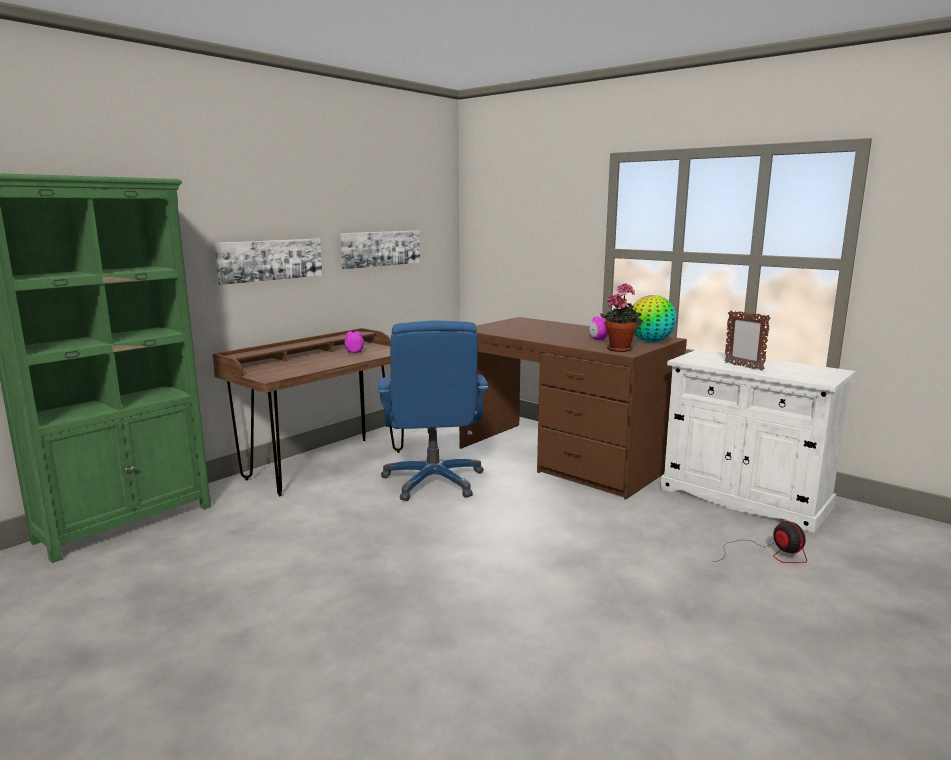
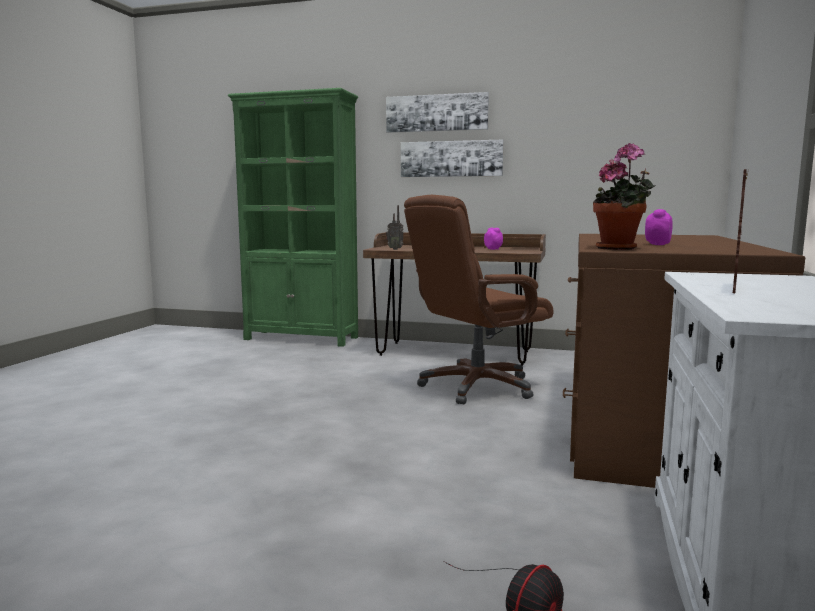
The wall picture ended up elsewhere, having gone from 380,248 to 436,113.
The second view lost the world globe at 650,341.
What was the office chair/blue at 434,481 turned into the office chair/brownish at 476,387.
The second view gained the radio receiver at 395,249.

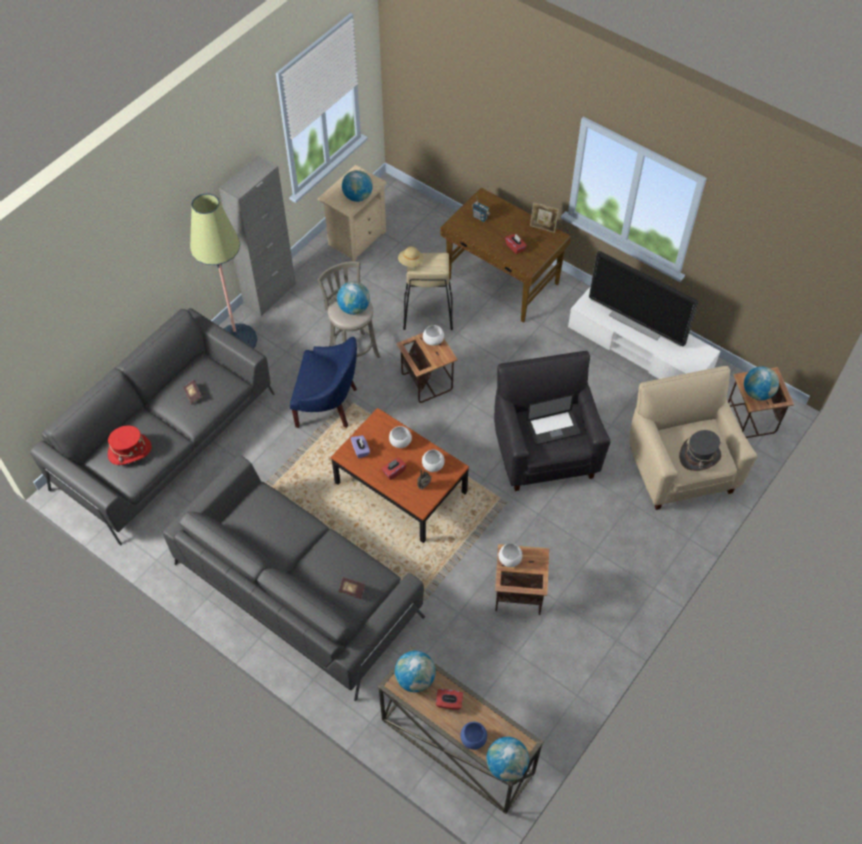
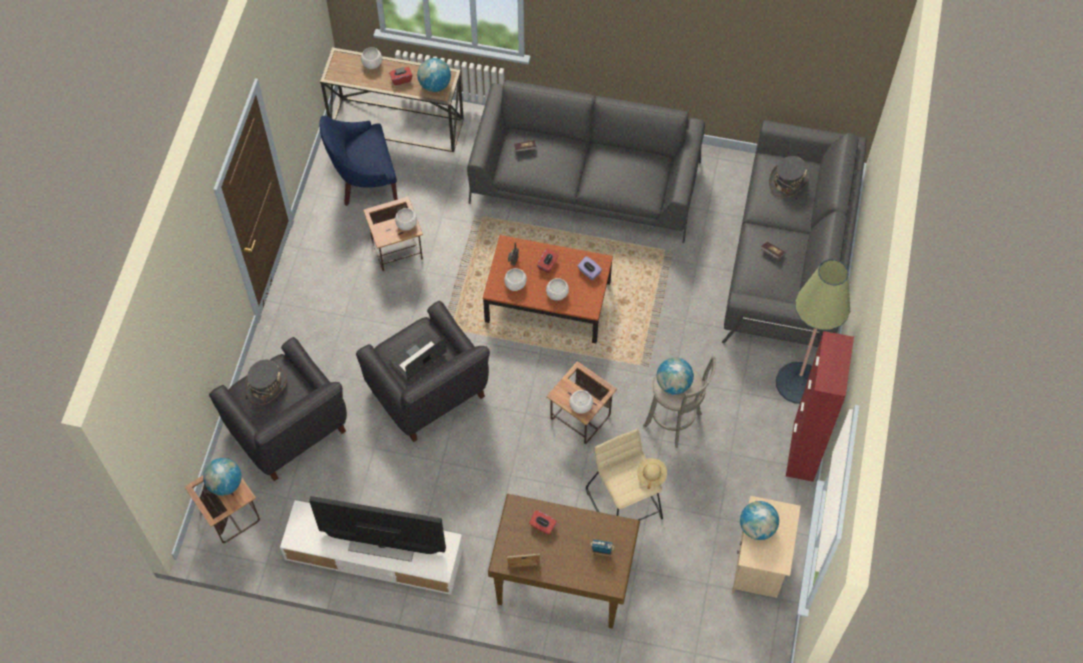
What was the cabinet/greyish at 270,294 turned into the cabinet/reddish at 803,451.
The easy chair/blue ended up elsewhere, having gone from 328,404 to 364,180.
What was the easy chair/beige at 680,467 turned into the easy chair/black-coloured at 288,430.
What was the hat/reddish at 129,451 turned into the hat/greyish at 787,181.
What was the serving bowl/blue at 473,739 turned into the serving bowl/white-coloured at 372,63.
The second view lost the world globe at 506,765.

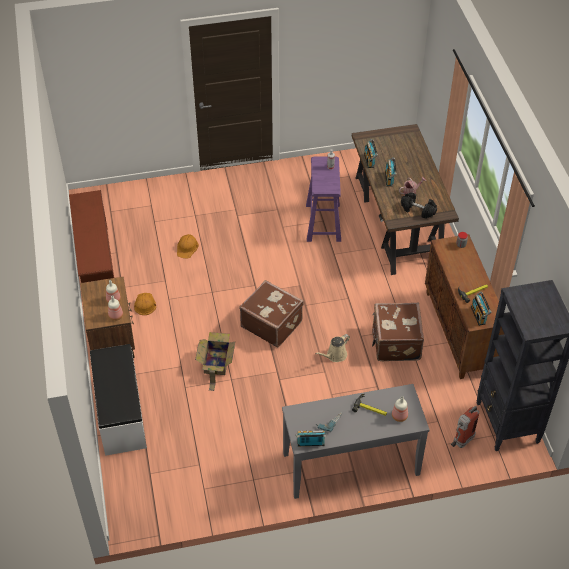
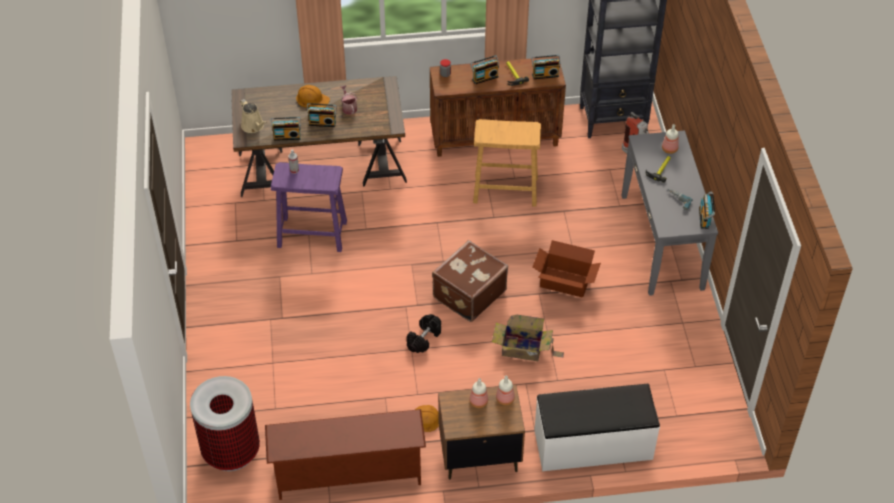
The free weight/black-coloured ended up elsewhere, having gone from 418,210 to 424,339.
The work helmet/orange ended up elsewhere, having gone from 187,247 to 312,99.
Where the travel case/brownish stood at 395,343, the stool seat/beige came to stand at 506,190.
The watering can/beige ended up elsewhere, having gone from 335,355 to 254,126.
The second view gained the radio receiver at 484,77.
The second view gained the packing box at 565,282.
The second view gained the waste bin at 231,451.

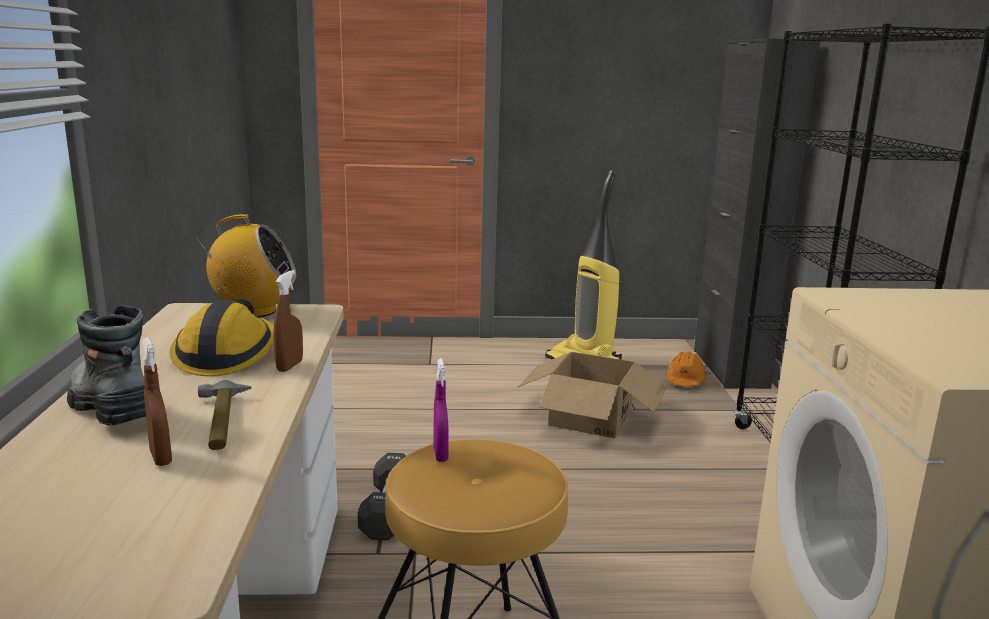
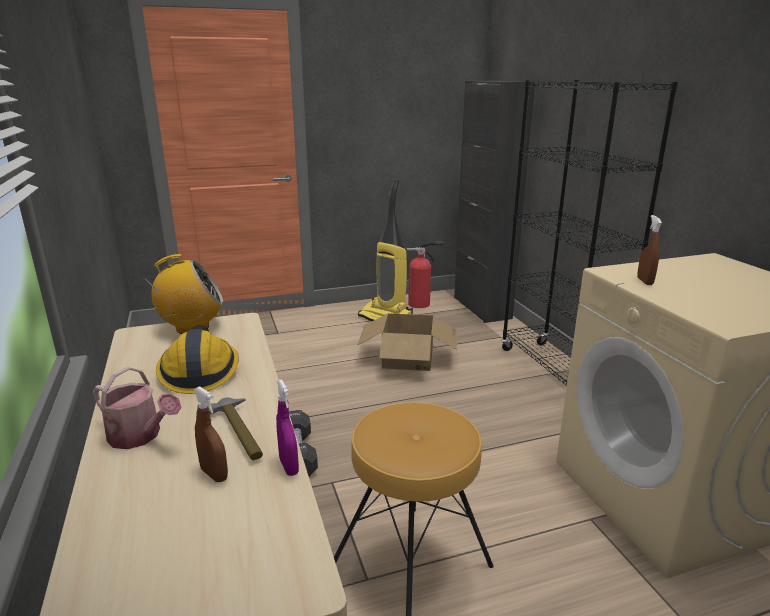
The hand sprayer/brownish ended up elsewhere, having gone from 289,366 to 644,281.
Where the boot stood at 111,408, the watering can came to stand at 140,436.
The second view lost the work helmet/orange at 685,381.
The hand sprayer/purple-coloured ended up elsewhere, having gone from 440,454 to 289,466.
The second view gained the extinguisher at 421,304.

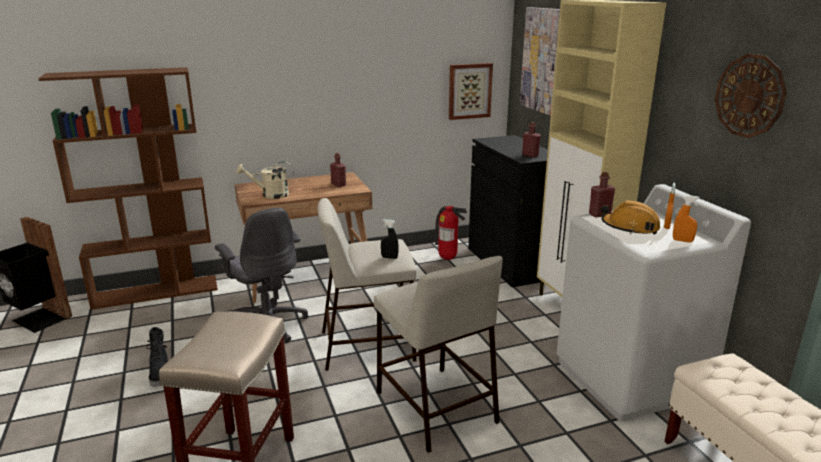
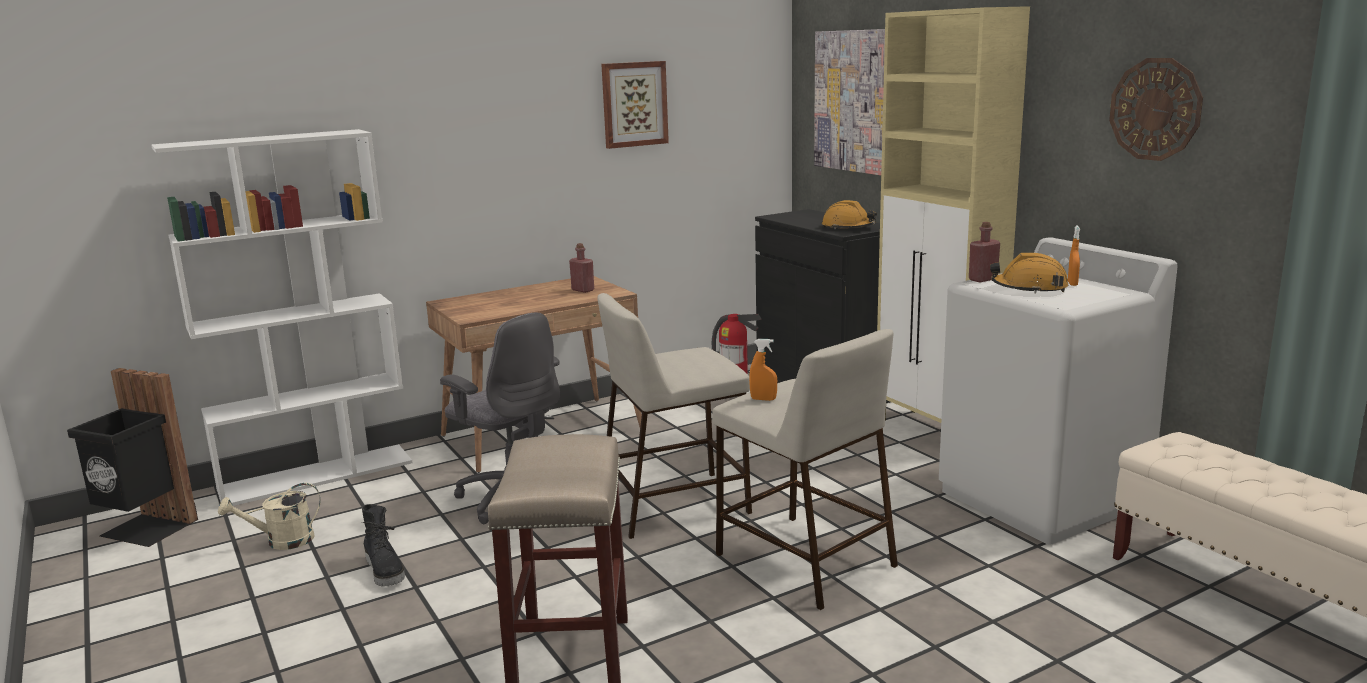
The wall picture ended up elsewhere, having gone from 469,91 to 634,104.
What was the shelving unit/brownish at 157,291 turned into the shelving unit/white-coloured at 317,475.
Where the bottle/reddish stood at 530,155, the work helmet/orange came to stand at 848,228.
The watering can/beige ended up elsewhere, having gone from 270,195 to 282,542.
The hand sprayer/orange ended up elsewhere, having gone from 682,241 to 763,399.
The second view lost the hand sprayer/black-coloured at 389,257.

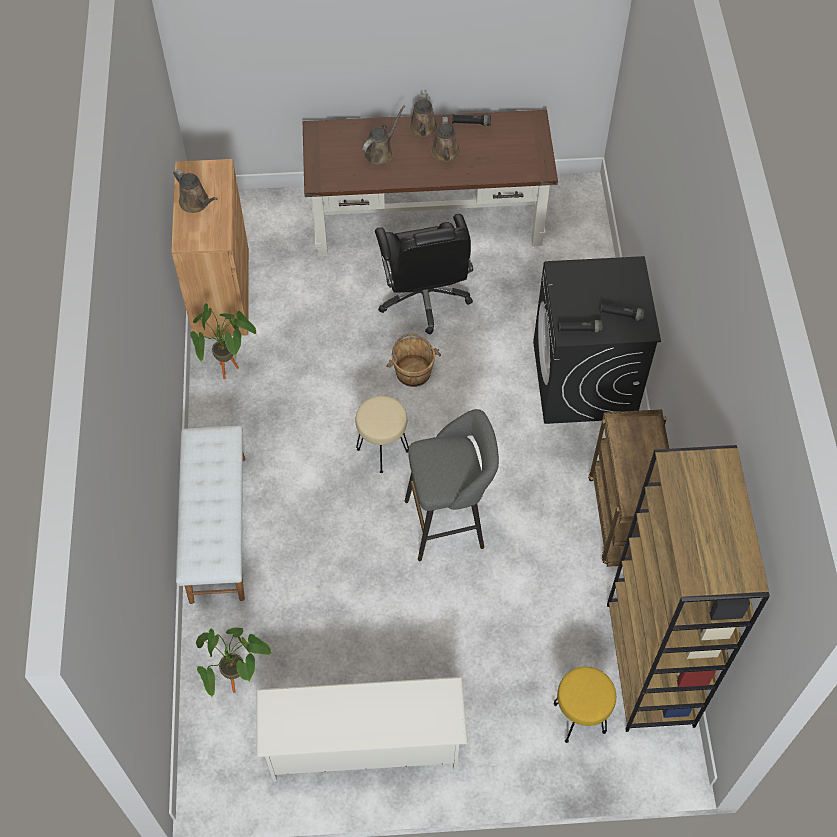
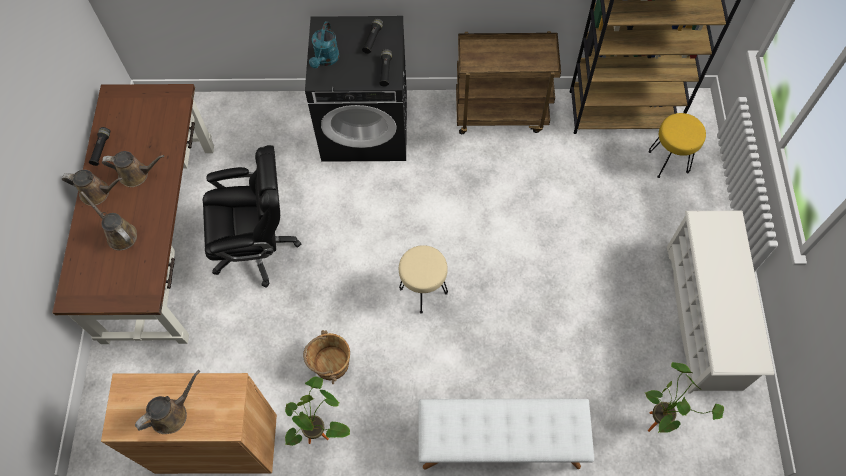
The water bucket/brownish ended up elsewhere, having gone from 413,371 to 330,363.
The second view lost the stool seat/greyish at 449,523.
The second view gained the watering can/blue-green at 326,60.

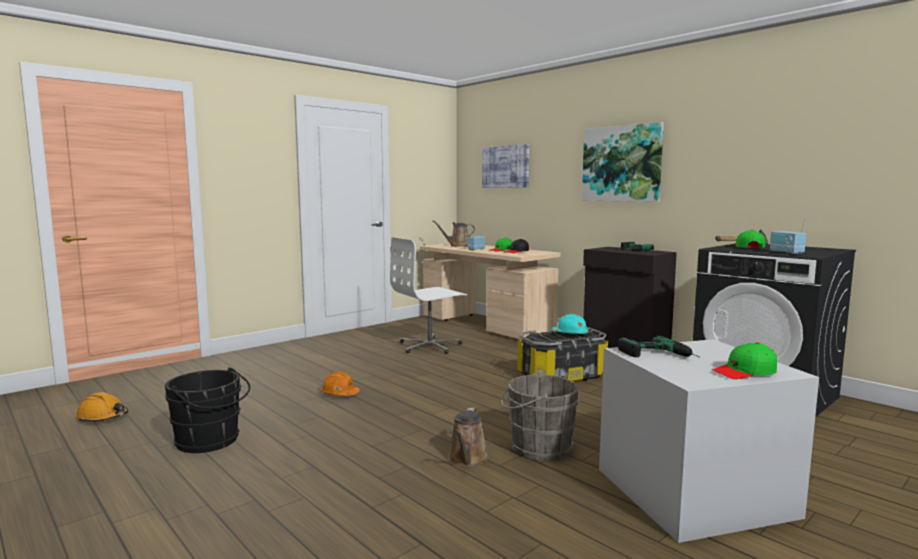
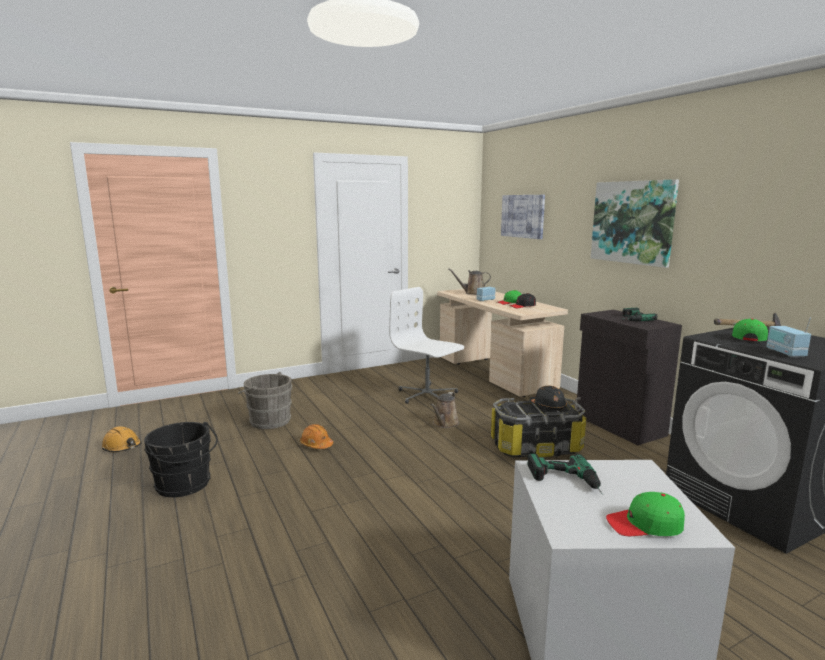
The office chair/white-coloured at 430,346 ended up facing another way, 60 degrees clockwise from before.
What was the work helmet/blue-green at 570,334 turned into the work helmet/black-coloured at 548,406.
The water bucket/greyish ended up elsewhere, having gone from 537,447 to 268,420.
The watering can/brownish ended up elsewhere, having gone from 467,459 to 444,424.

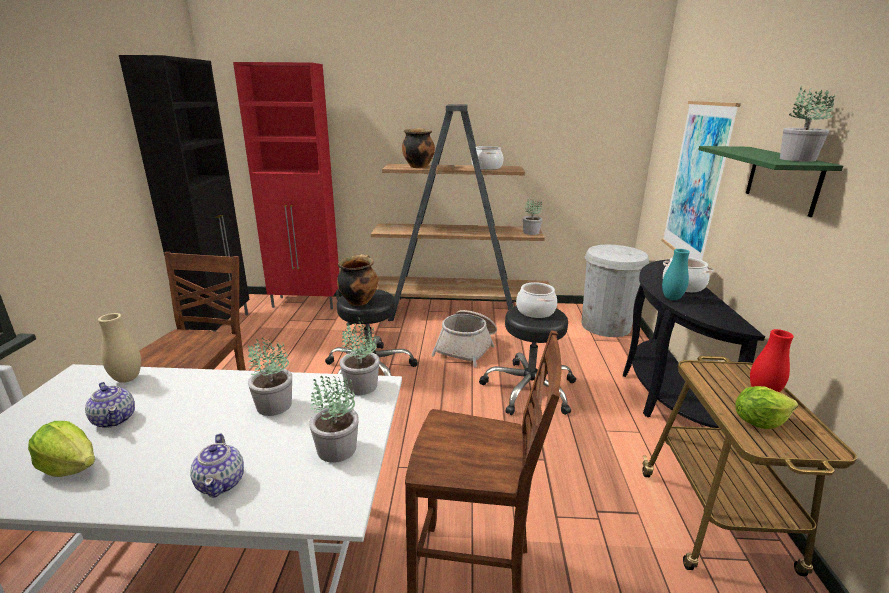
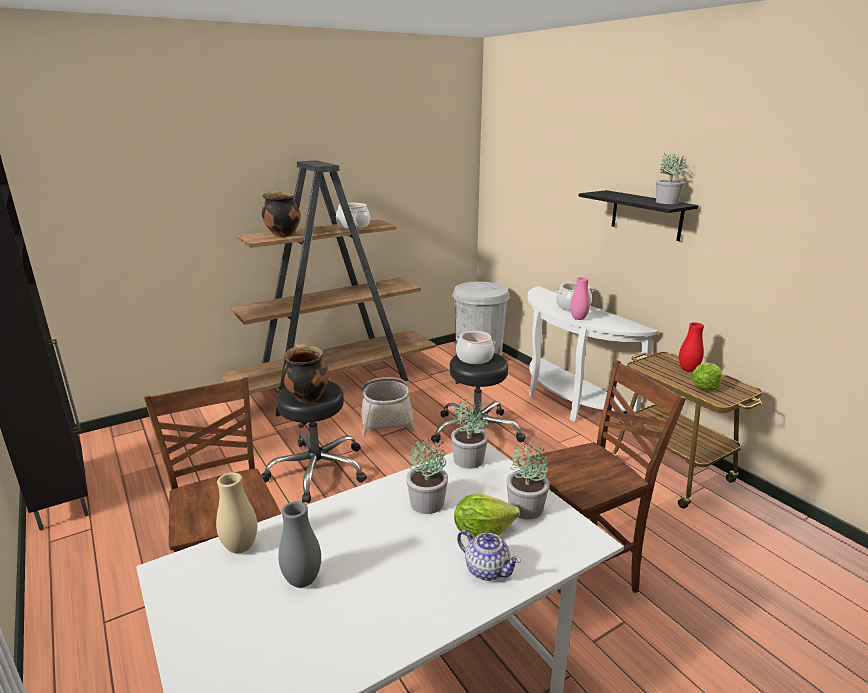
The second view lost the cabinet/reddish at 307,303.
The second view lost the wall picture at 696,182.
What was the wall shelf/greenish at 782,179 turned into the wall shelf/black-coloured at 646,215.
The second view lost the potted plant at 531,232.
What was the vase/blue-green at 671,298 turned into the vase/pinkish at 578,318.
What was the narrow table/black-coloured at 660,394 turned into the narrow table/white-coloured at 566,401.
Where the tea pot stood at 115,419, the vase/greyish came to stand at 302,580.
The lettuce ended up elsewhere, having gone from 70,466 to 482,531.

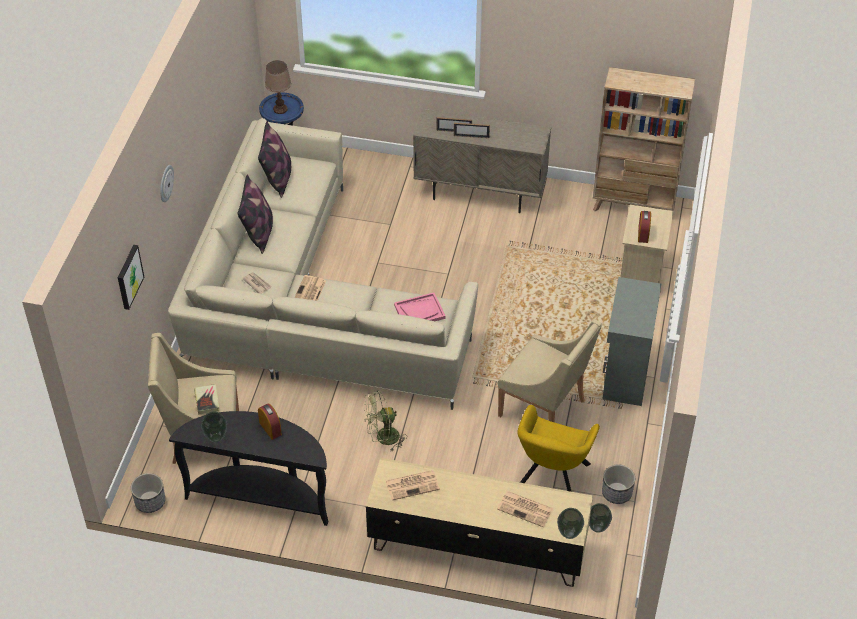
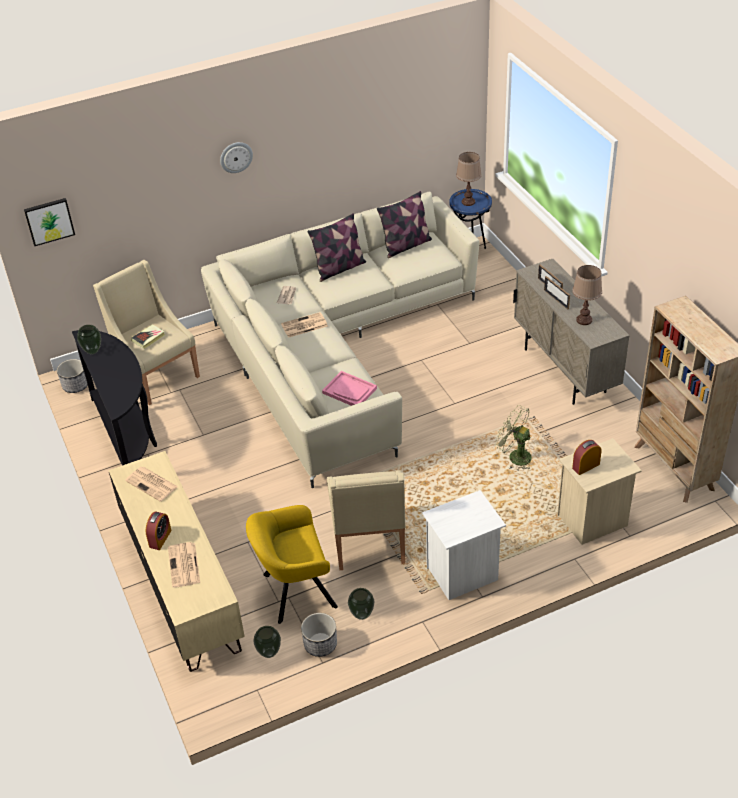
The wall picture ended up elsewhere, having gone from 128,276 to 49,221.
Where the cabinet/greyish stood at 625,375, the bedside table/white-coloured came to stand at 463,575.
The electric fan/greenish ended up elsewhere, having gone from 383,438 to 515,456.
The alarm clock ended up elsewhere, having gone from 270,428 to 160,538.
The vase ended up elsewhere, having gone from 569,534 to 362,615.
The second view gained the tabletop lamp/brownish at 584,320.

